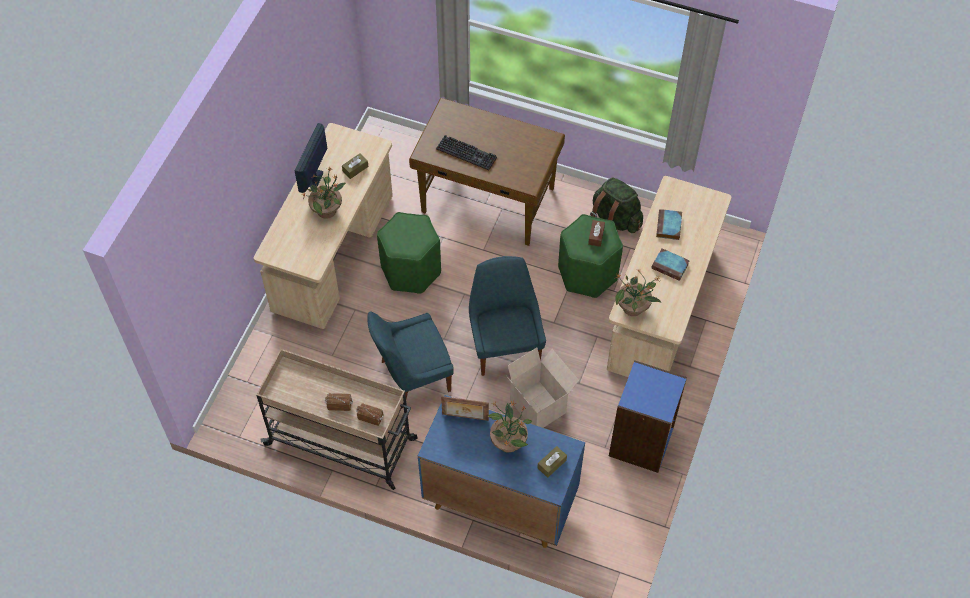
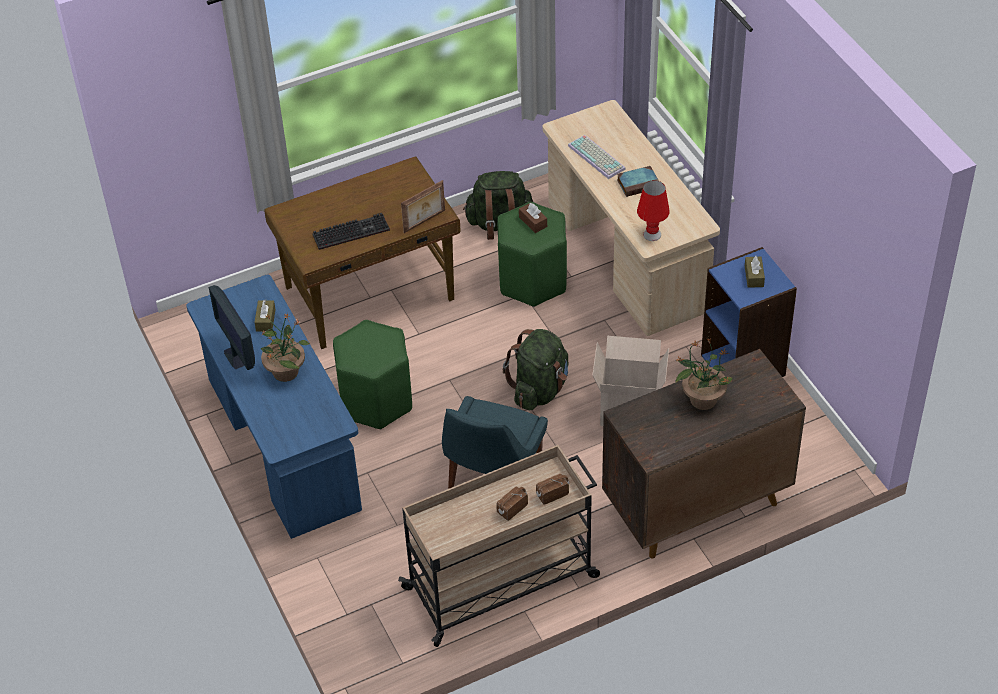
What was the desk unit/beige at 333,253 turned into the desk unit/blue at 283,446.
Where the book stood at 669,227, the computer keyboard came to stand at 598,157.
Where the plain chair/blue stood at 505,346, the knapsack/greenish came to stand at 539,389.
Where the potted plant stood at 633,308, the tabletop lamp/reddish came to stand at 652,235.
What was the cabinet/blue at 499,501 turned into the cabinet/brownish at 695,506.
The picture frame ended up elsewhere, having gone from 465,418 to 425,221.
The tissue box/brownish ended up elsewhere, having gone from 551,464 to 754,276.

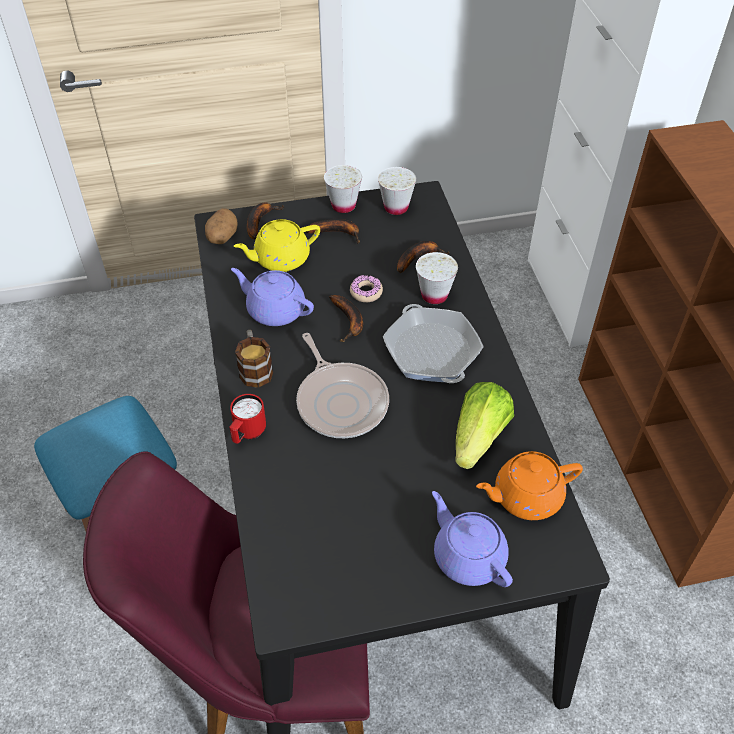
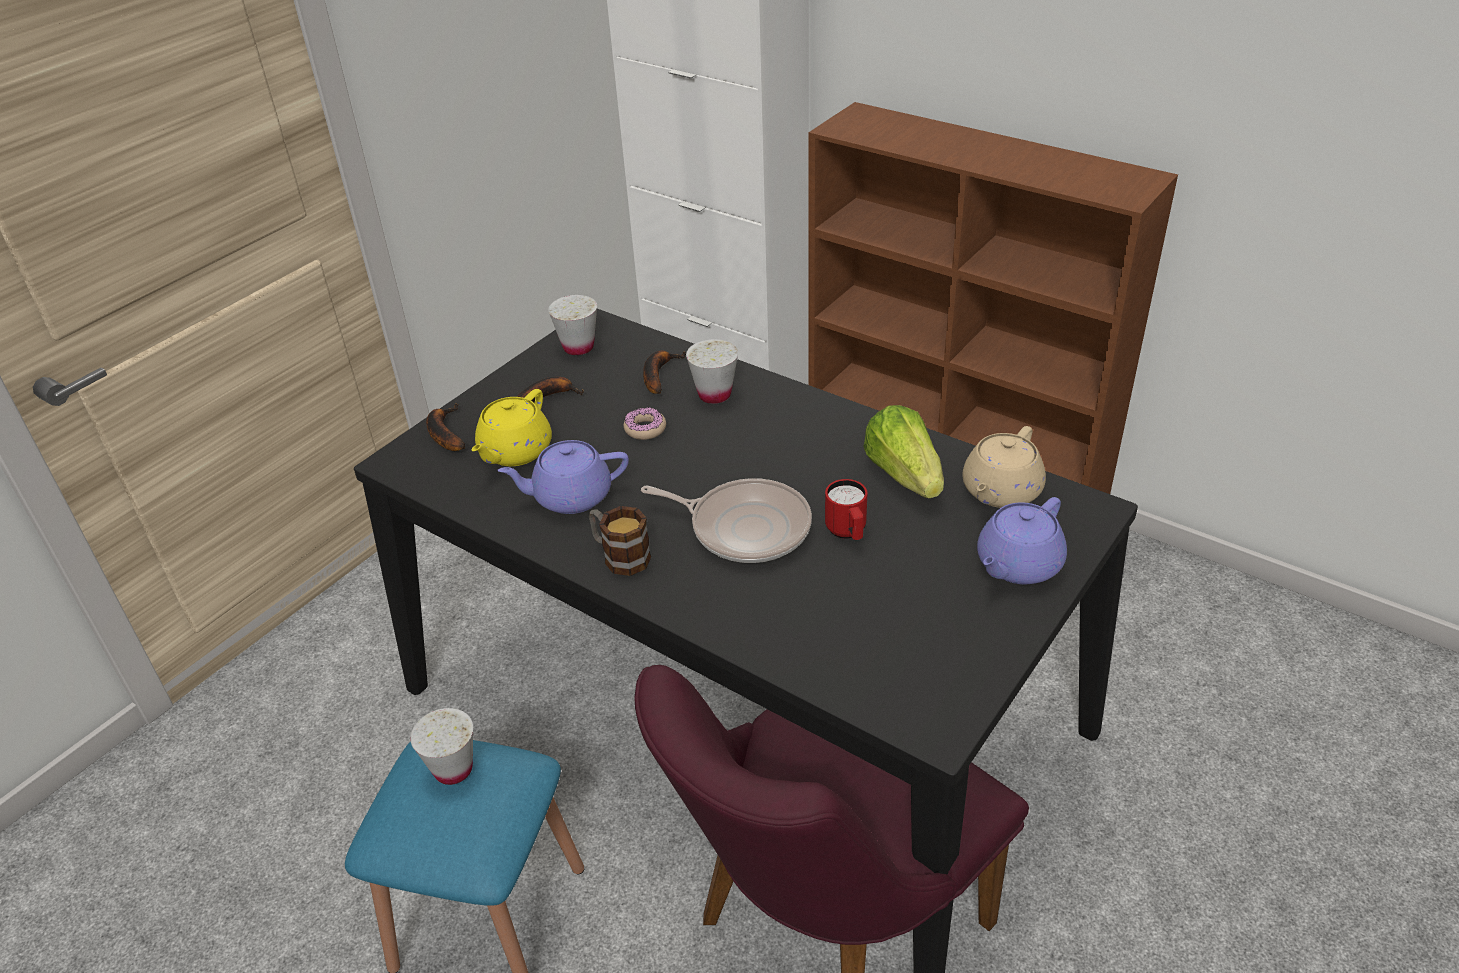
The small cup/white-coloured ended up elsewhere, having gone from 343,205 to 453,769.
The second view lost the spud at 222,237.
The second view lost the banana fruit at 349,321.
The second view lost the pan at 432,351.
The coffee mug/reddish ended up elsewhere, having gone from 247,433 to 847,533.
What was the tea pot/orange at 525,497 turned into the tea pot/beige at 1000,491.
The tea pot/purple-coloured at 468,556 ended up facing another way, 60 degrees counterclockwise from before.

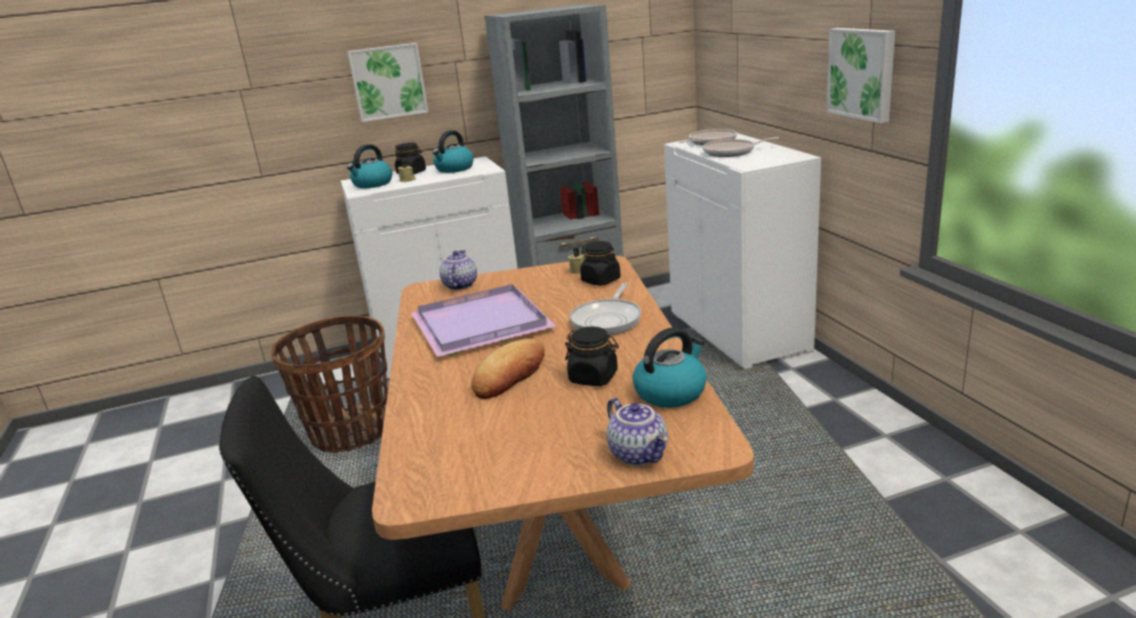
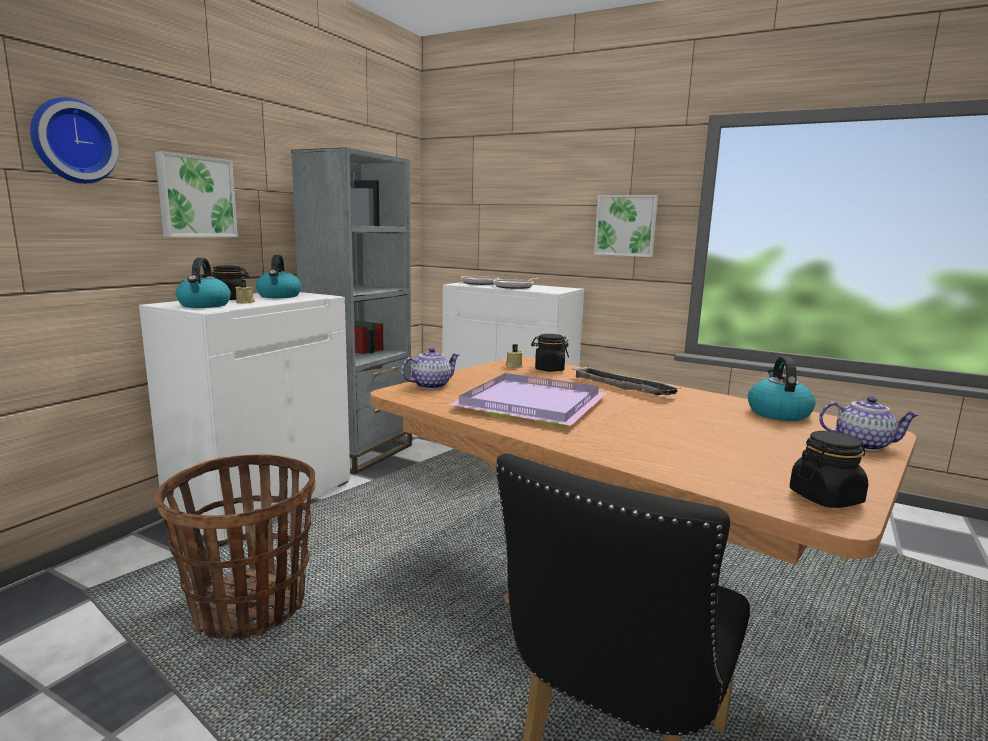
The tea pot at 459,285 ended up facing another way, 90 degrees clockwise from before.
Where the pan stood at 608,320, the carrying tray came to stand at 622,387.
The jar/black-coloured ended up elsewhere, having gone from 594,377 to 825,498.
The second view lost the bread at 510,375.
The second view gained the wall clock at 72,141.

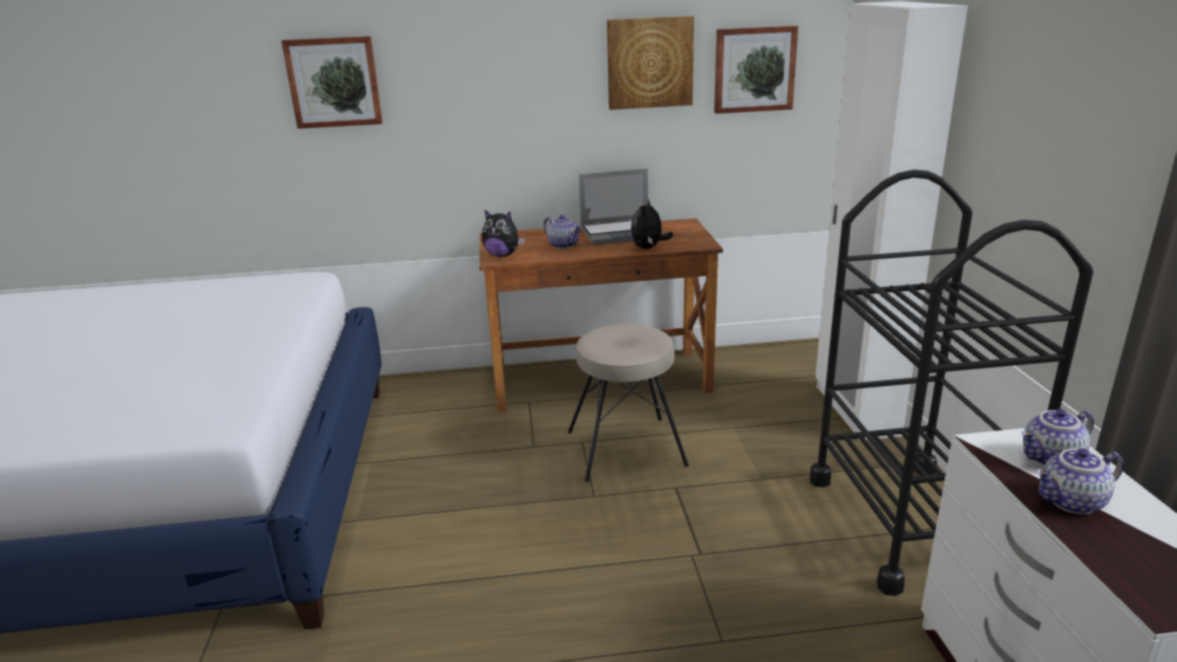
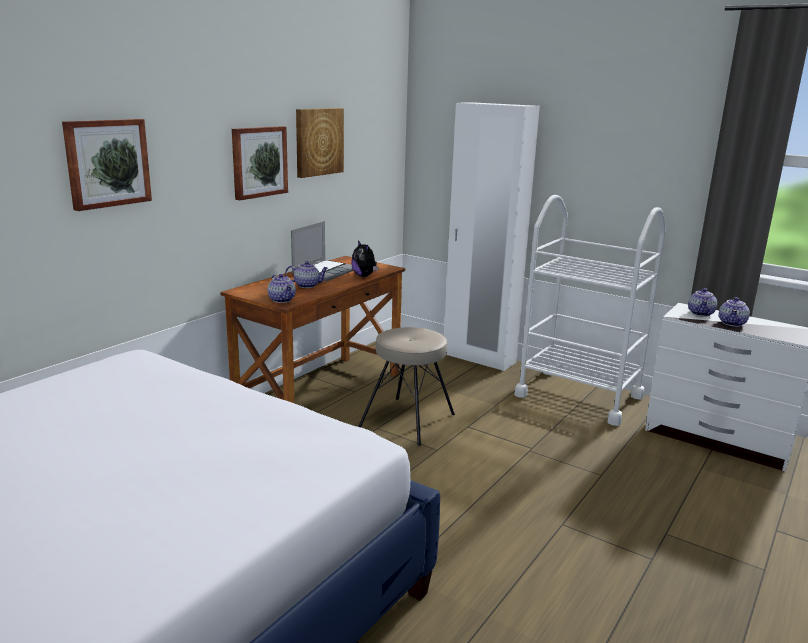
The wall picture ended up elsewhere, having gone from 754,69 to 259,162.
What was the wheeled cart/black-coloured at 909,523 turned into the wheeled cart/white-coloured at 579,396.
Where the plush toy stood at 502,255, the tea pot came to stand at 282,300.

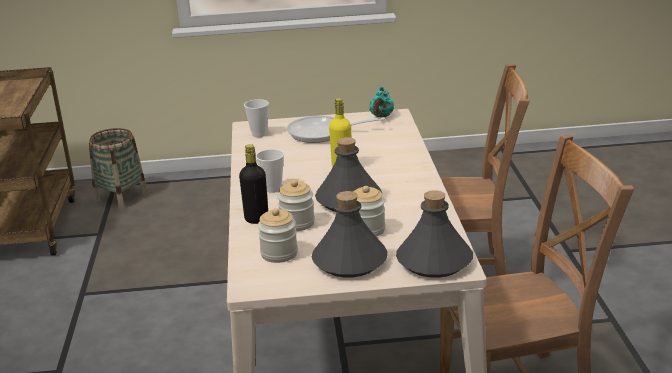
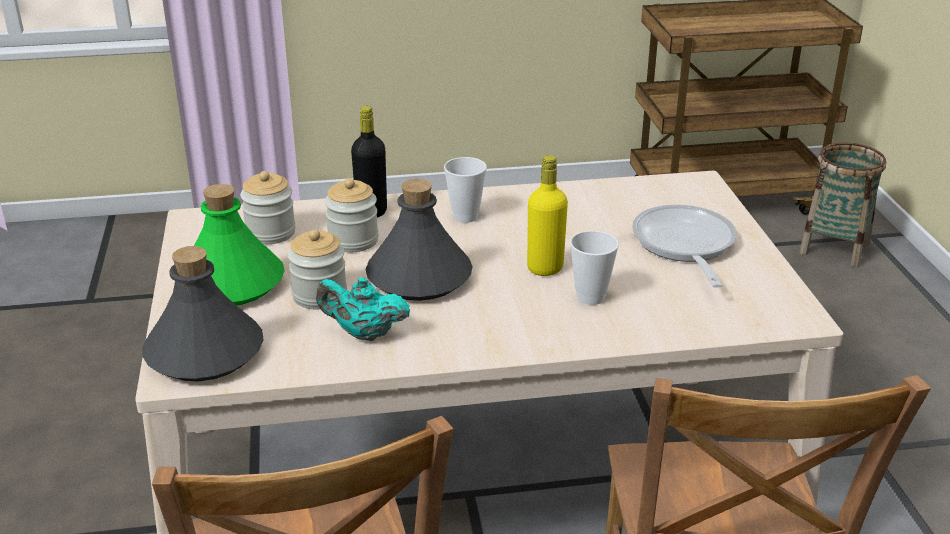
The tea pot/blue-green ended up elsewhere, having gone from 381,116 to 364,334.
The small cup ended up elsewhere, having gone from 259,134 to 590,297.
What was the bottle/greyish at 349,261 turned into the bottle/greenish at 231,283.

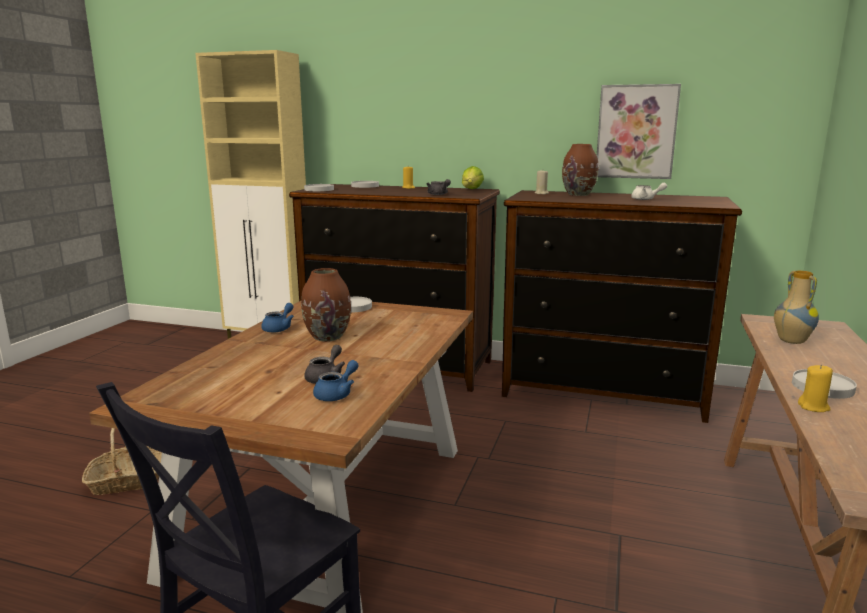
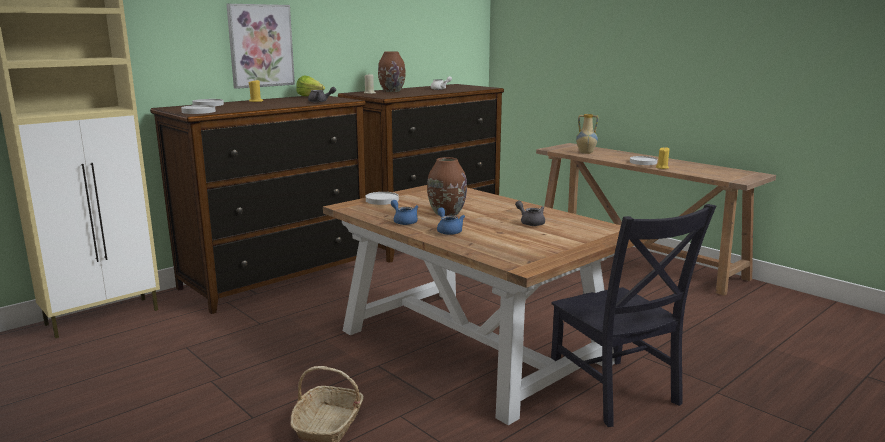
The wall picture ended up elsewhere, having gone from 636,132 to 260,46.
The tea pot/blue ended up elsewhere, having gone from 337,394 to 448,231.

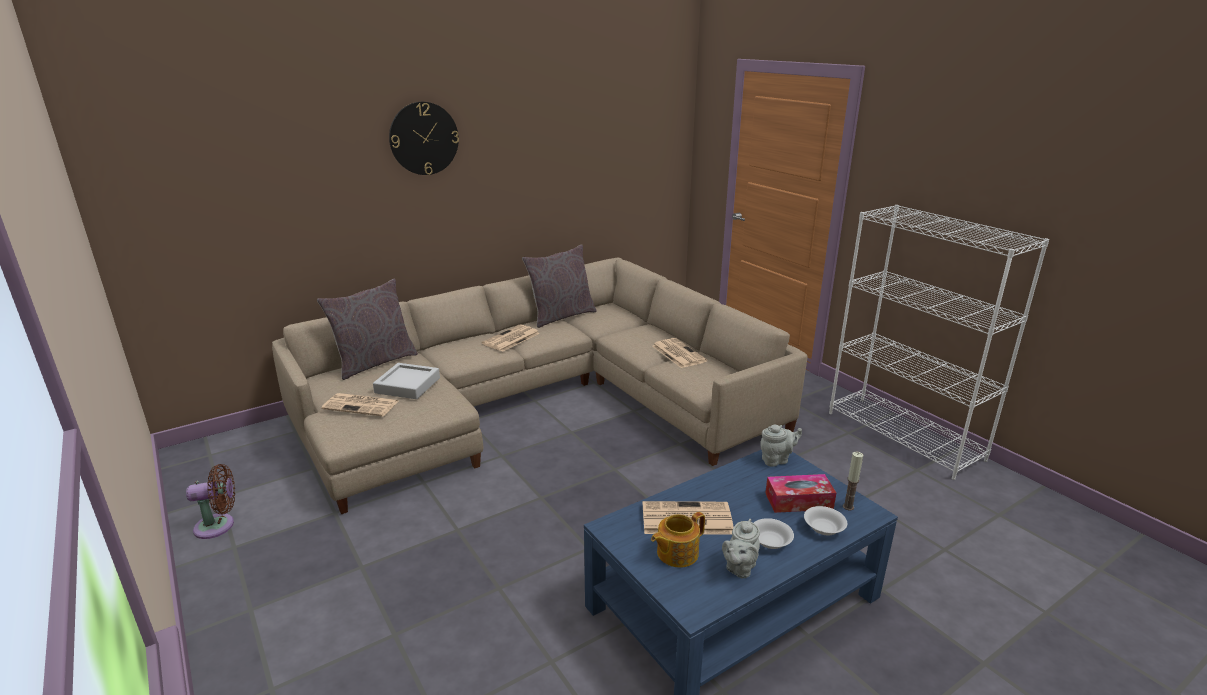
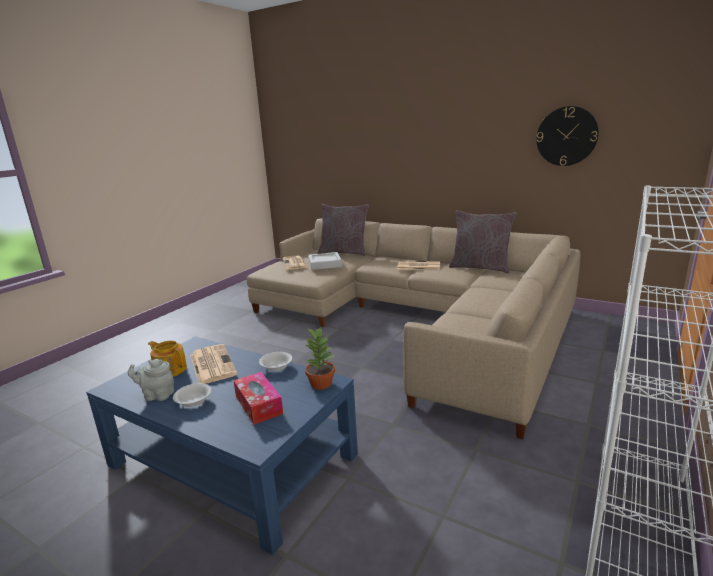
The wall clock ended up elsewhere, having gone from 424,138 to 566,136.
The second view lost the newspaper at 677,353.
Where the tea pot/greyish stood at 776,460, the potted plant came to stand at 321,383.
The second view lost the wax light at 848,507.
The second view lost the electric fan/brownish at 219,526.
The serving bowl/white-coloured ended up elsewhere, having gone from 823,528 to 276,367.

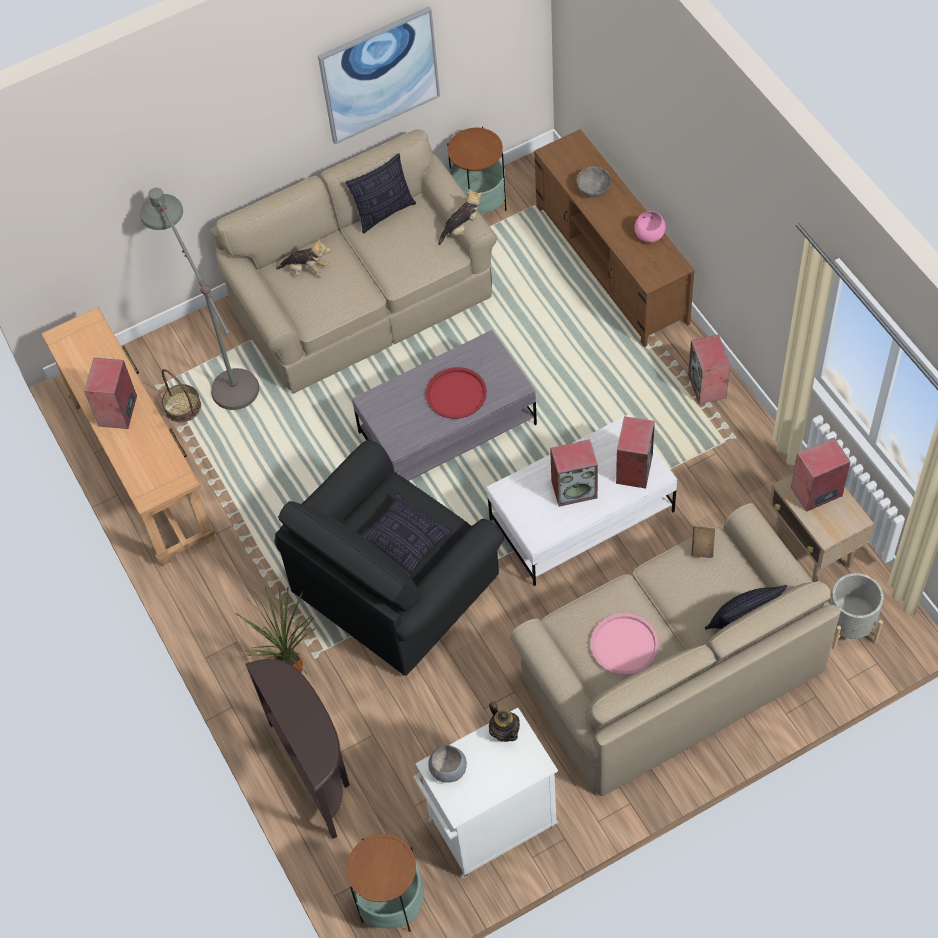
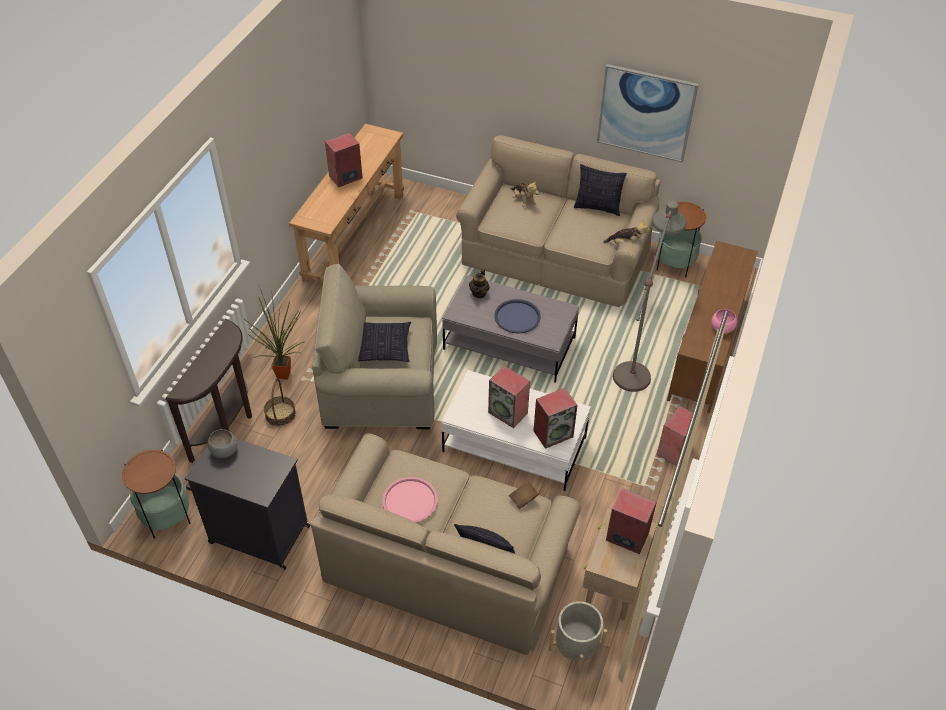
The second view lost the serving bowl/greyish at 593,189.
The standard lamp/greyish ended up elsewhere, having gone from 220,365 to 638,358.
What was the carrying tray/reddish at 456,394 turned into the carrying tray/blue at 517,317.
The basket ended up elsewhere, having gone from 182,407 to 280,414.
What was the easy chair/black-coloured at 395,585 turned into the easy chair/beige at 381,386.
The tea pot ended up elsewhere, having gone from 504,731 to 479,293.
What was the cabinet/white-coloured at 490,824 turned into the cabinet/black-coloured at 257,534.

